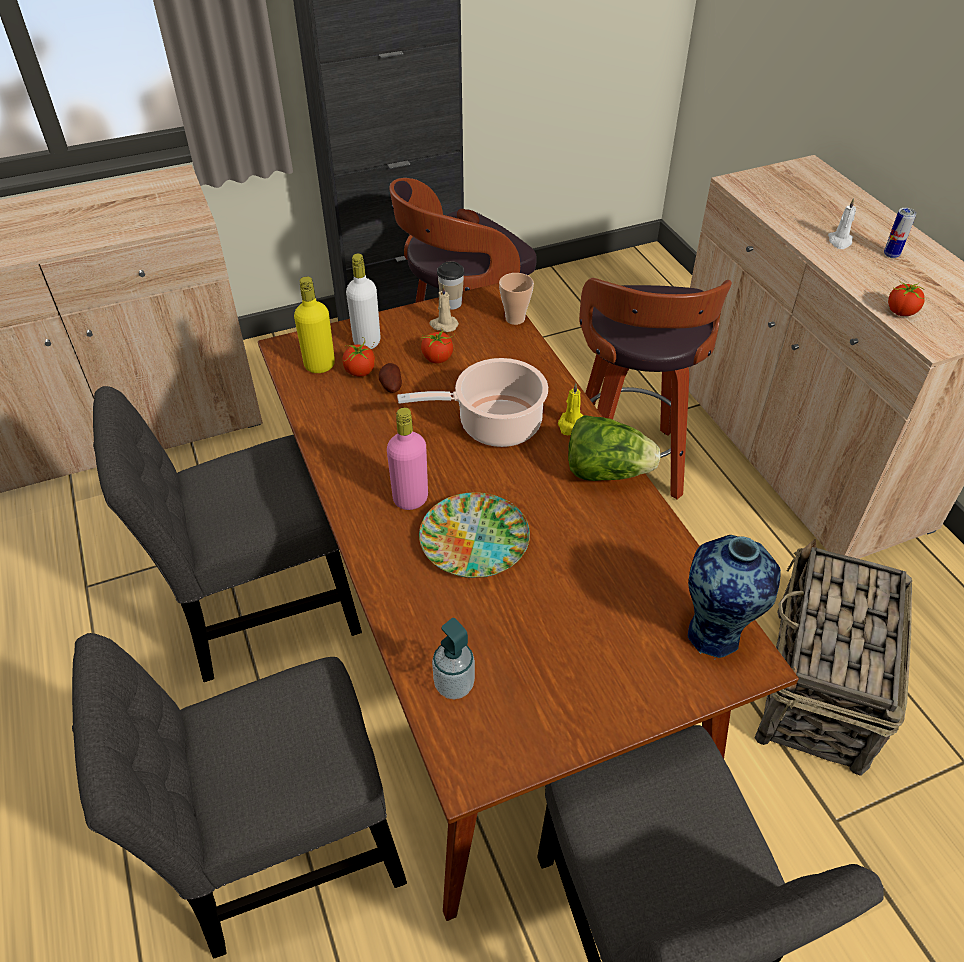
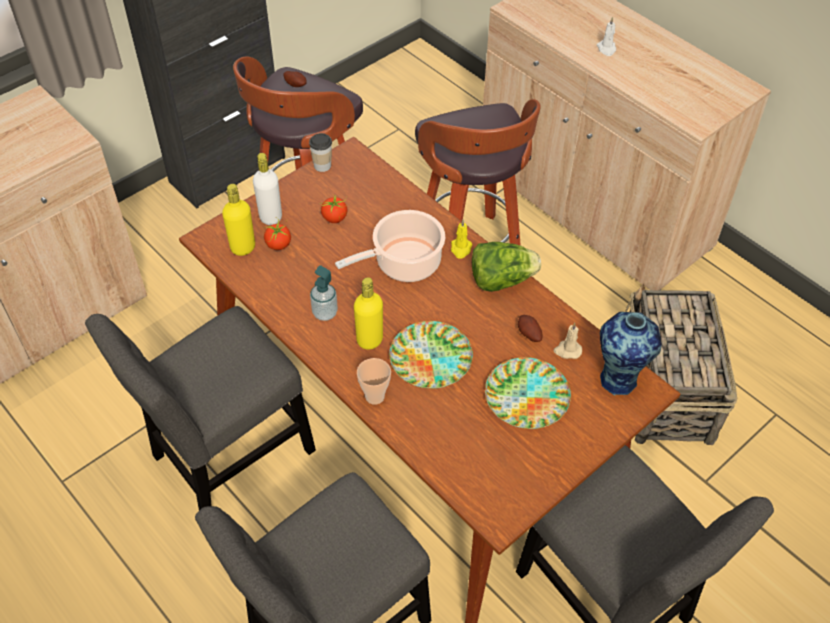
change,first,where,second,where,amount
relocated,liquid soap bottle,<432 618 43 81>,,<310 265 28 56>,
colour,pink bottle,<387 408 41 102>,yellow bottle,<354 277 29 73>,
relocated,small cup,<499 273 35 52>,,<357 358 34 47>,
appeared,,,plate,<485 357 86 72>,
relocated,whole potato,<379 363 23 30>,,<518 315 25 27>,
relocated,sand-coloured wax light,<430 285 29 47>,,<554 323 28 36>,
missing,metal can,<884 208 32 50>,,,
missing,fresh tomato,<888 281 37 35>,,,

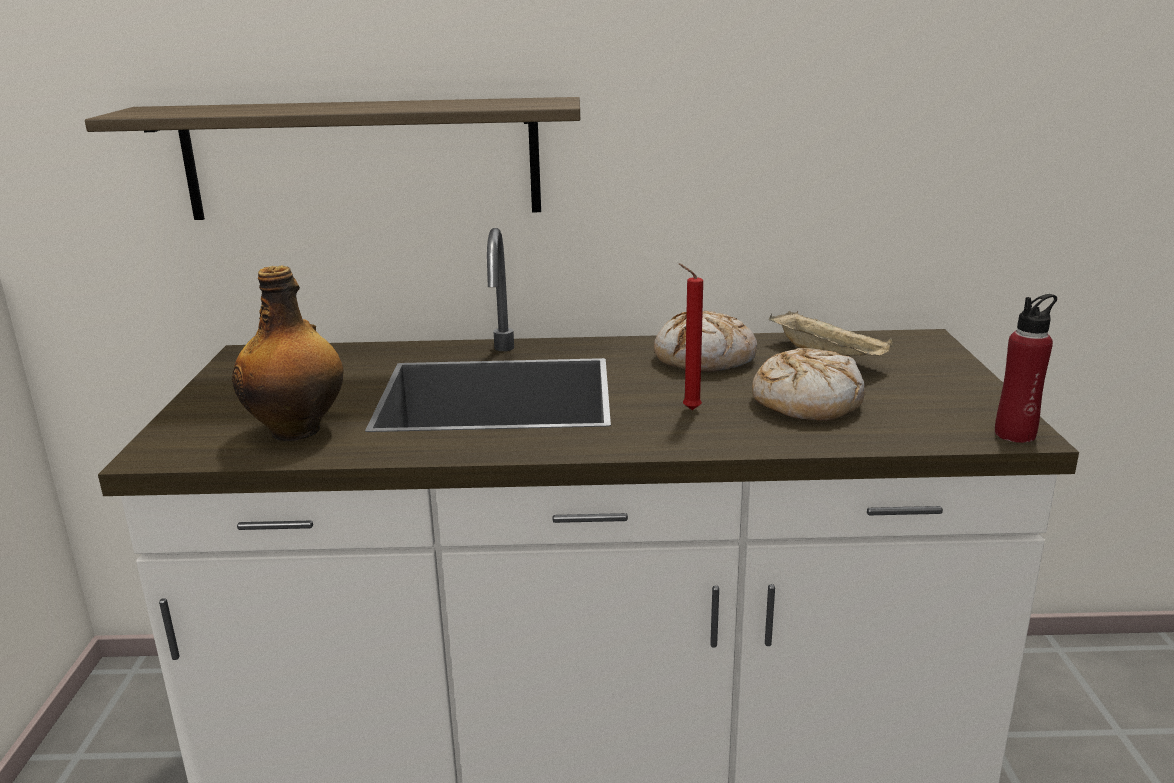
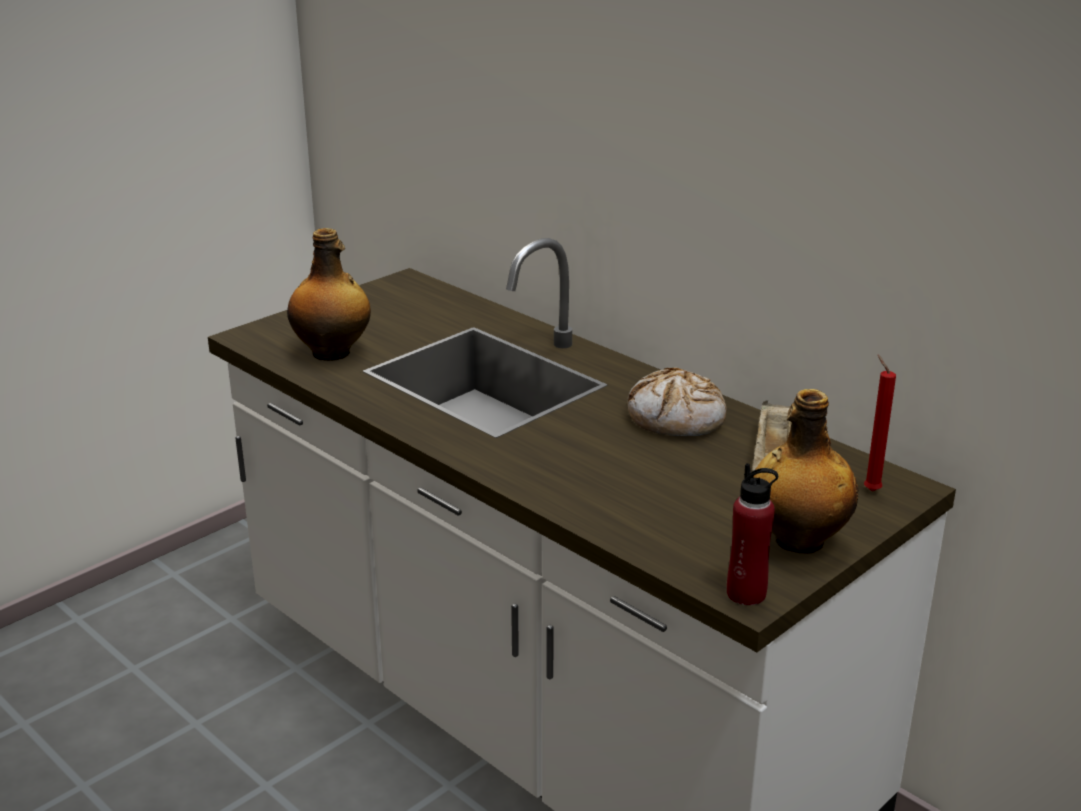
change,first,where,second,where,amount
appeared,,,bottle,<753 389 106 165>,
relocated,reddish wax light,<679 264 24 146>,,<864 355 32 136>,
missing,shelf,<85 97 495 123>,,,
missing,baked bread,<752 348 113 73>,,,

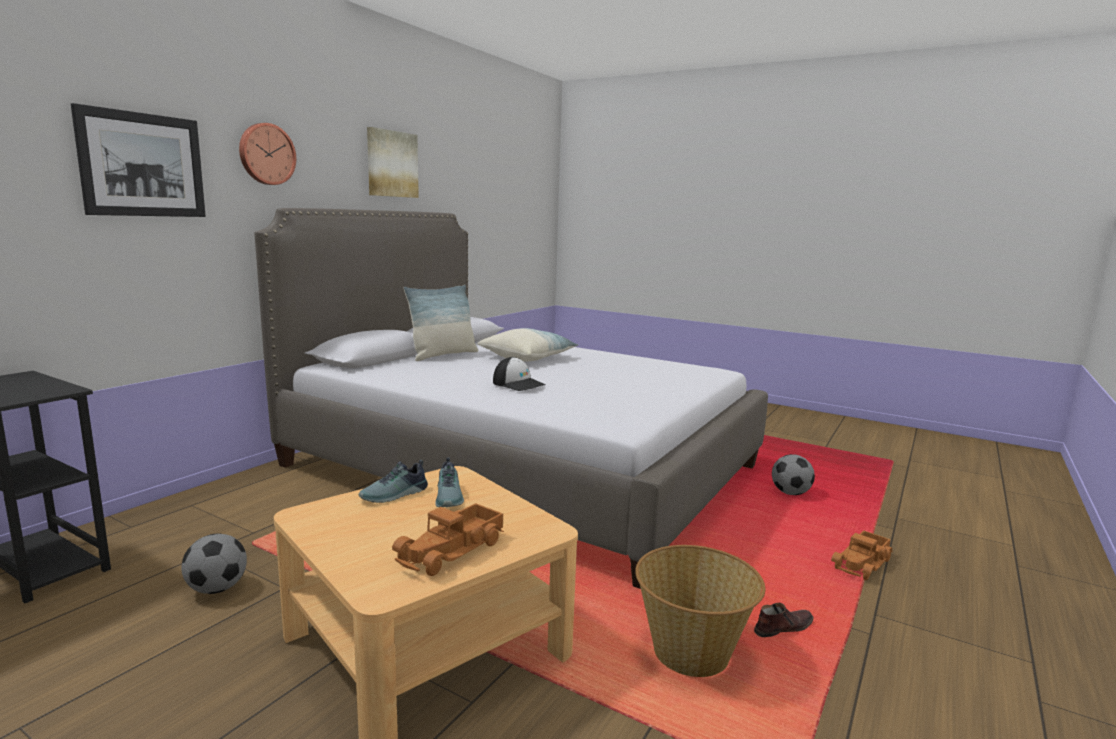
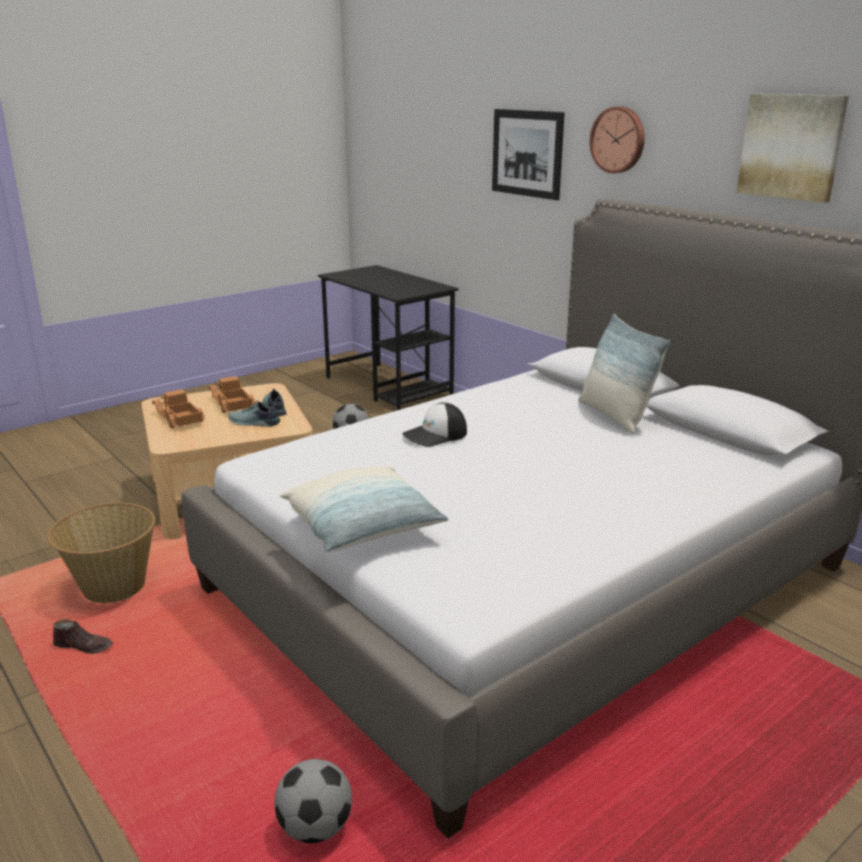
change,first,where,second,where,amount
spun,brownish shoe,<754 602 60 35>,,<53 619 60 35>,75 degrees counterclockwise
relocated,toy truck,<831 530 61 50>,,<209 376 46 37>,
relocated,pillow,<477 328 102 33>,,<280 466 169 86>,

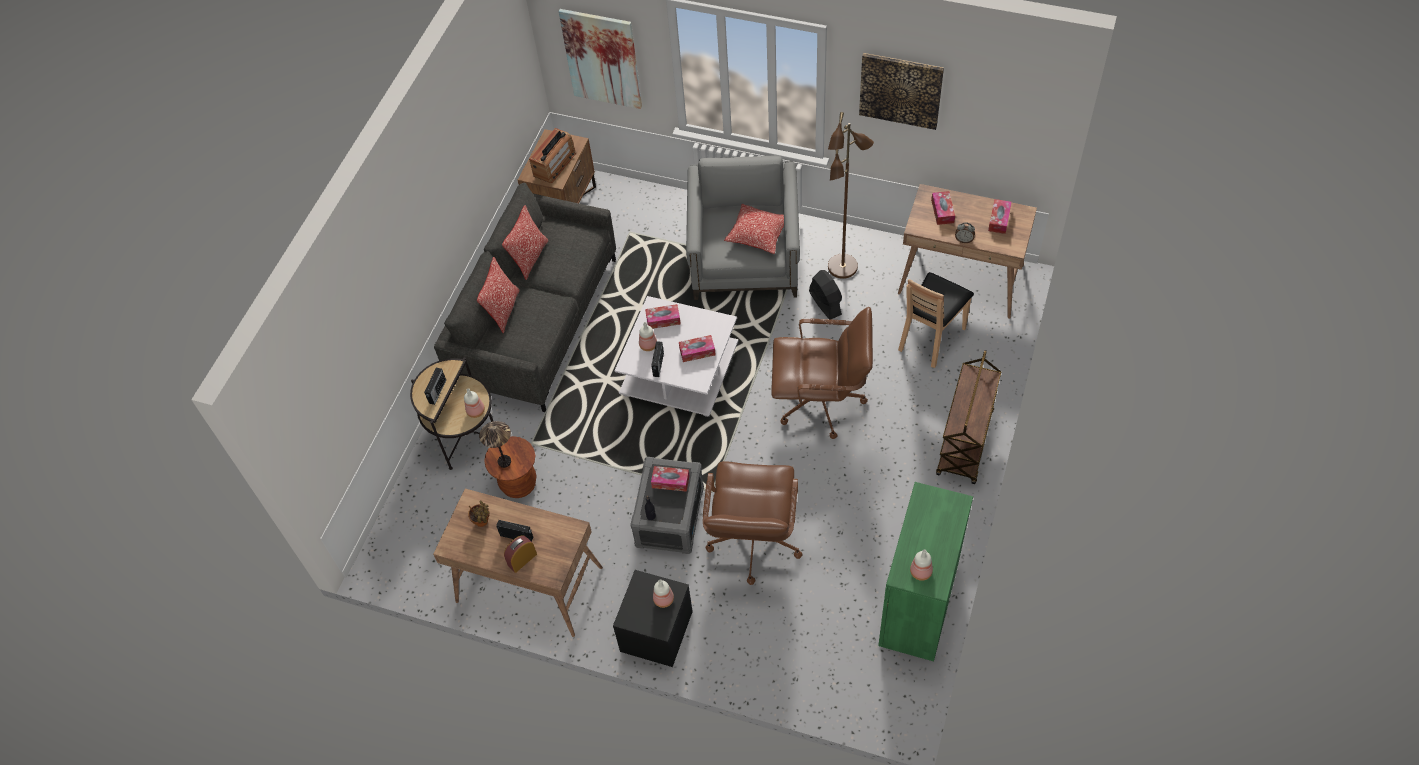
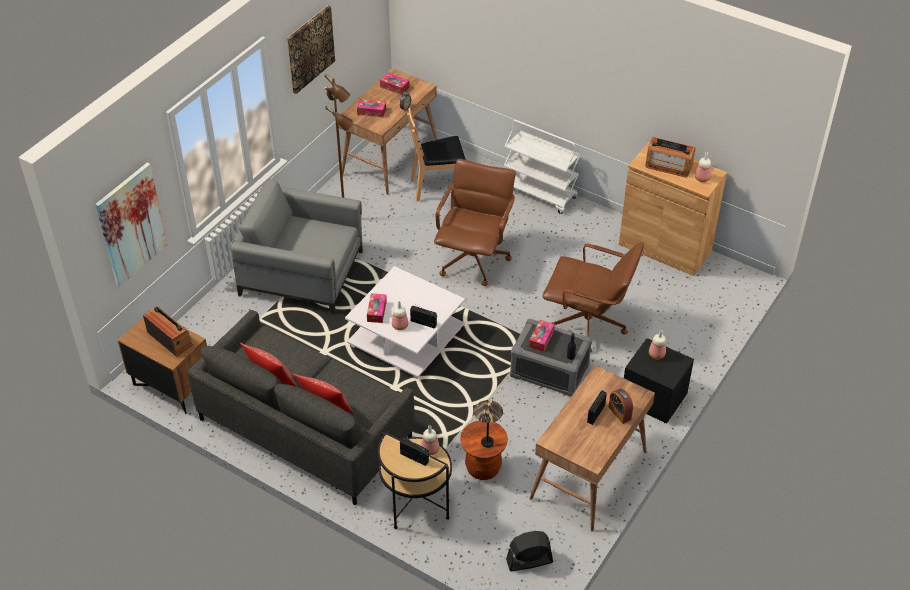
change,first,where,second,where,amount
spun,brownish chair,<898 272 76 96>,,<407 108 59 93>,120 degrees clockwise
colour,brownish cart,<936 350 65 134>,whitish cart,<504 120 76 94>,
relocated,blackish cooling fan,<809 270 33 49>,,<506 531 47 40>,
colour,green storage cabinet,<878 482 95 180>,brownish storage cabinet,<619 142 108 134>,
appeared,,,radio receiver,<645 137 51 41>,
missing,houseplant,<468 500 22 27>,,,
missing,tissue holder,<679 335 37 27>,,,
missing,pillow,<724 204 60 50>,,,

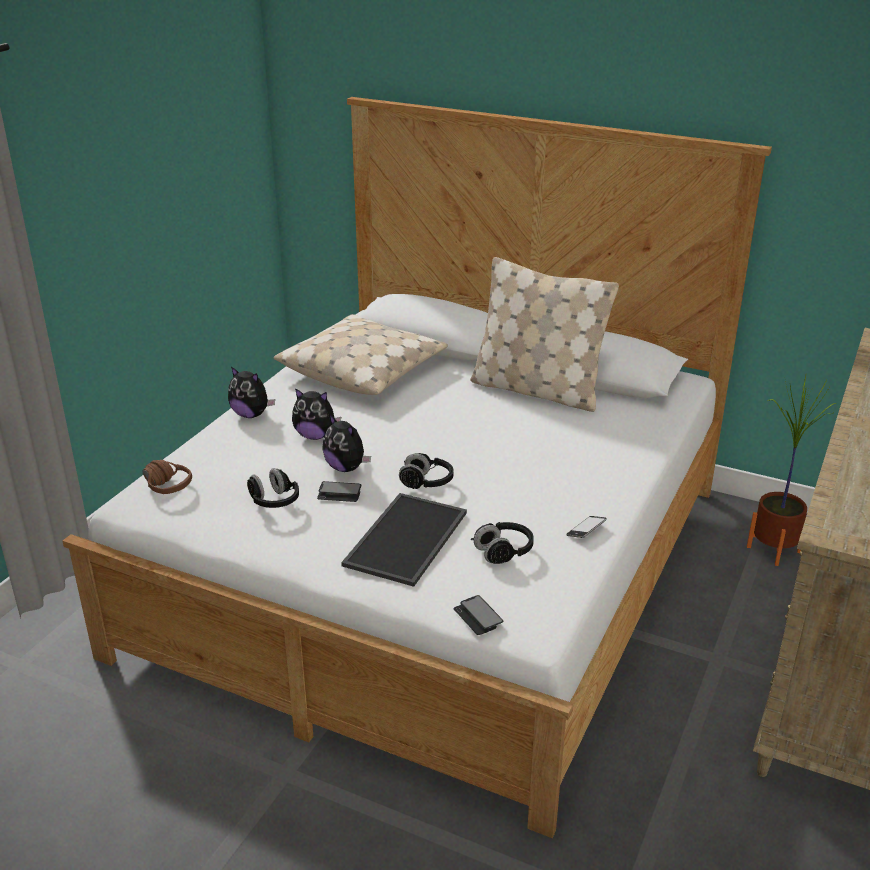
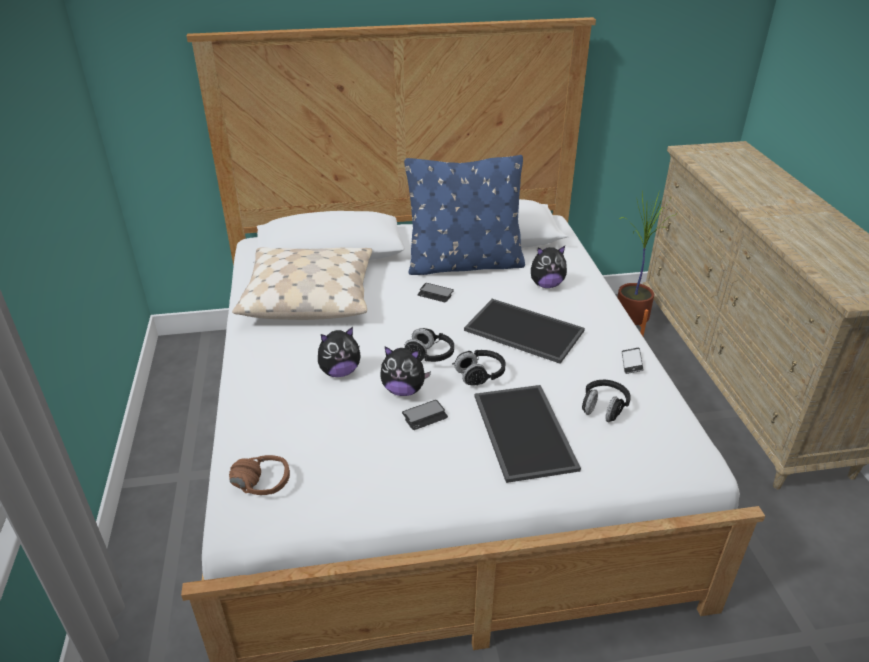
change,first,where,second,where,amount
colour,sand-coloured pillow,<470 257 149 155>,bluish pillow,<404 155 121 120>,
relocated,blackish headset,<247 468 52 40>,,<404 328 50 34>,
relocated,handset,<454 595 49 40>,,<417 283 37 19>,
appeared,,,tray,<464 299 121 65>,
relocated,soft toy,<228 367 47 51>,,<531 246 36 42>,

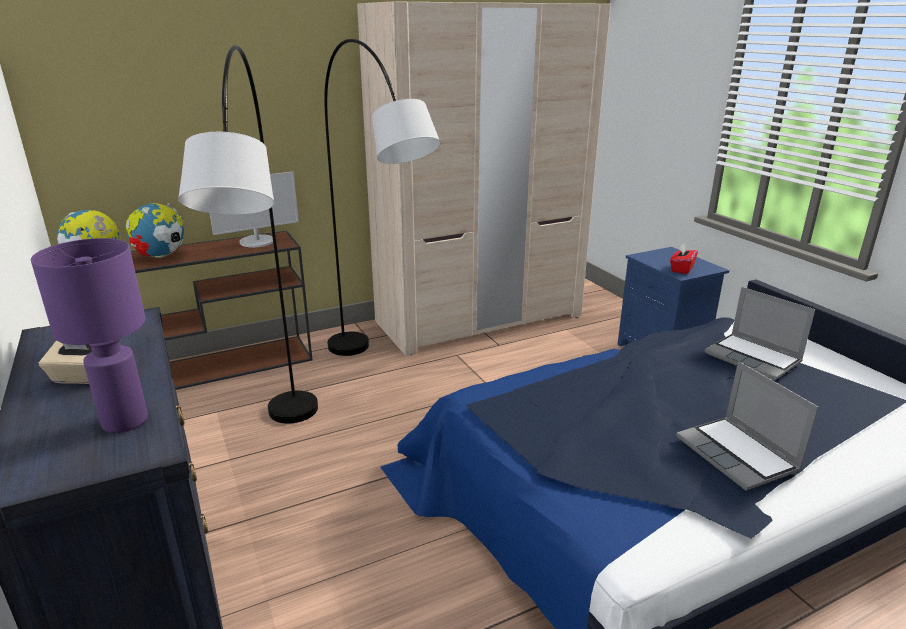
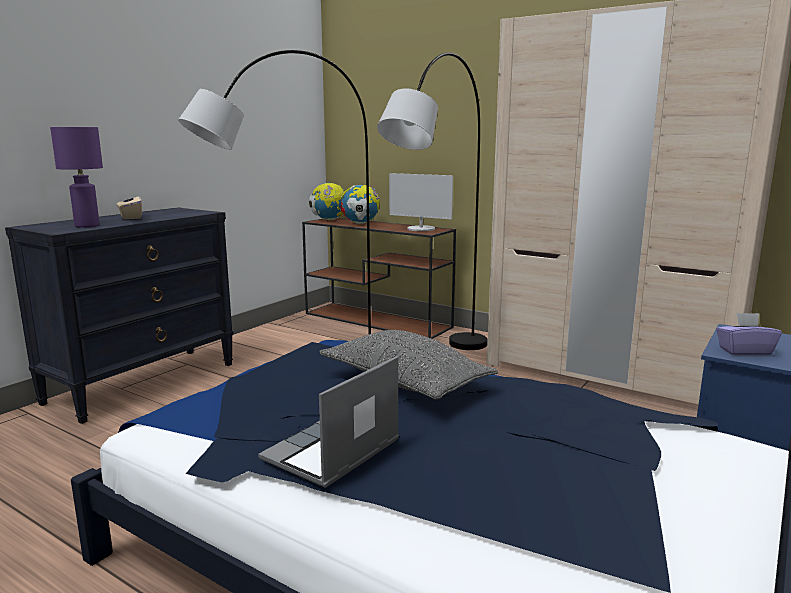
change,first,where,second,where,amount
appeared,,,grey pillow,<319 330 179 70>,
colour,reddish tissue holder,<670 243 28 31>,purplish tissue holder,<716 313 66 42>,
missing,laptop,<705 287 110 93>,,,

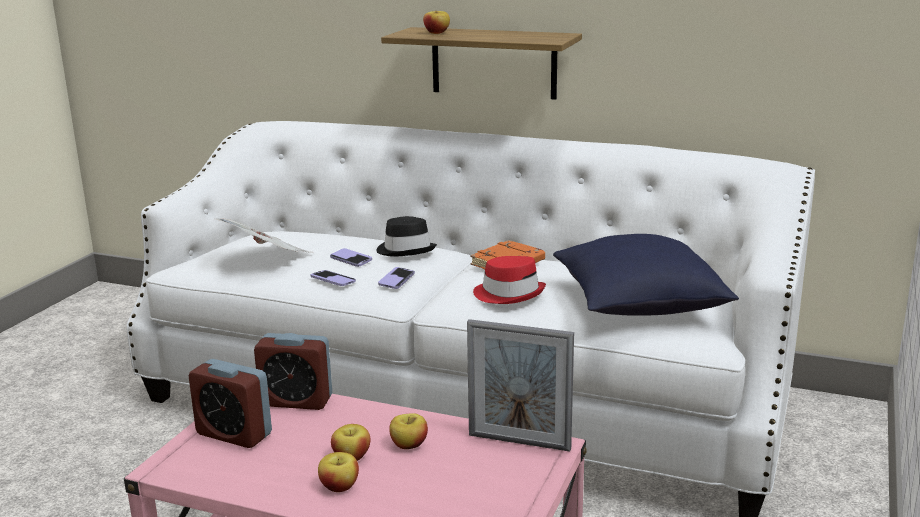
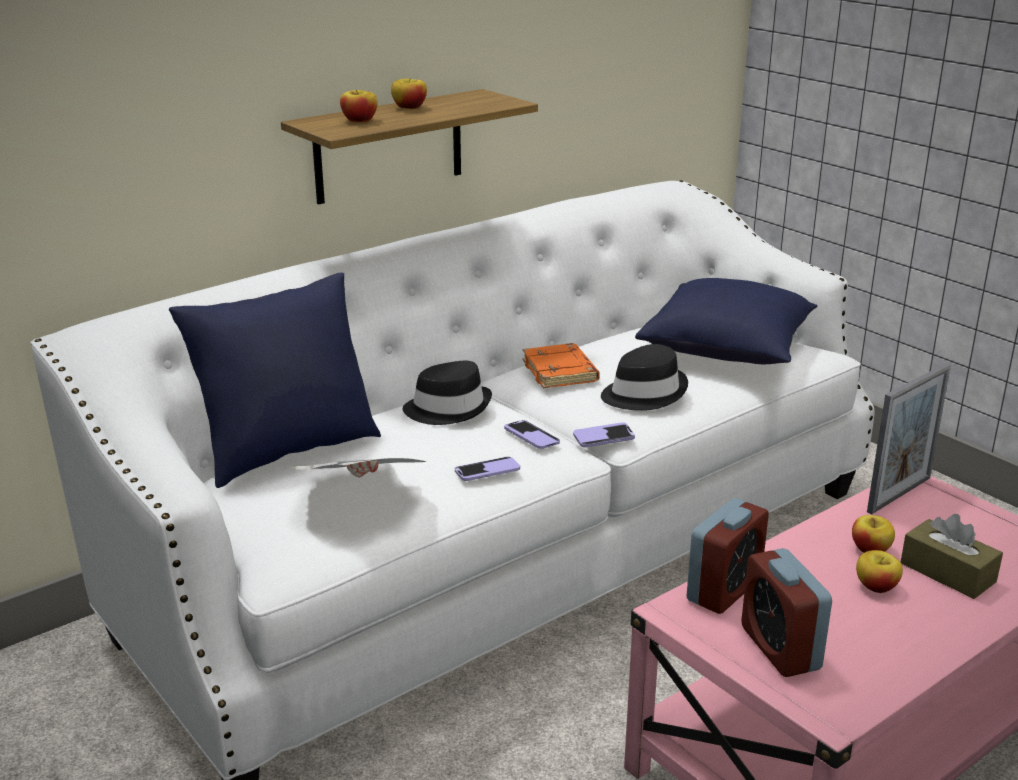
change,first,where,second,where,amount
appeared,,,bluish pillow,<169 272 212 216>,
relocated,apple,<318 452 41 40>,,<391 78 36 31>,
relocated,handset,<330 248 42 19>,,<573 422 62 25>,
colour,reddish wearable hat,<473 256 73 48>,blackish wearable hat,<601 344 87 67>,
spun,bedside clock,<189 359 83 89>,,<741 548 91 129>,105 degrees clockwise
appeared,,,brownish tissue holder,<900 514 103 85>,

